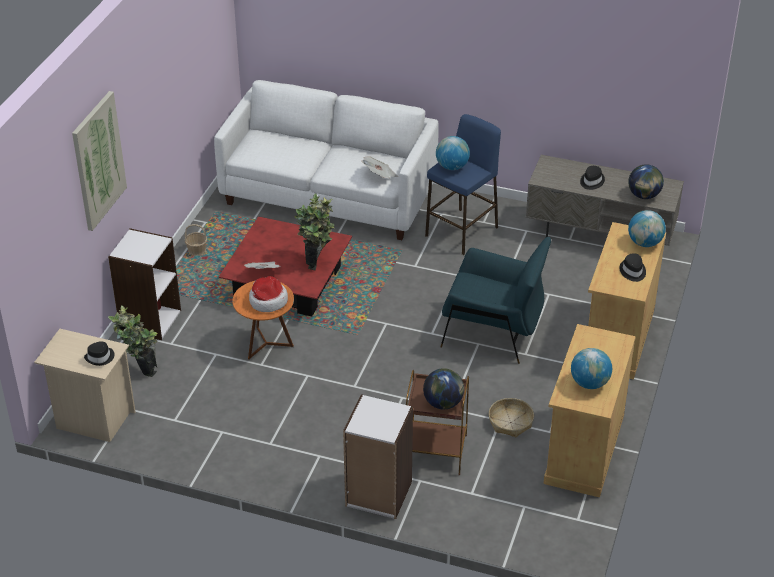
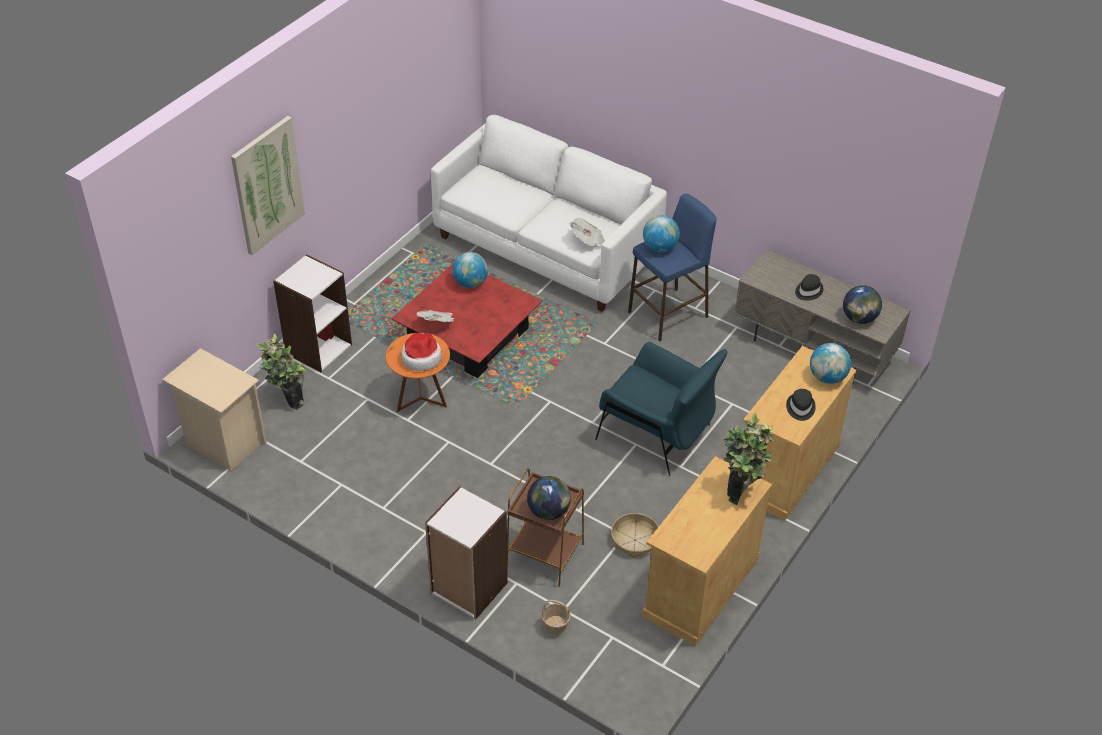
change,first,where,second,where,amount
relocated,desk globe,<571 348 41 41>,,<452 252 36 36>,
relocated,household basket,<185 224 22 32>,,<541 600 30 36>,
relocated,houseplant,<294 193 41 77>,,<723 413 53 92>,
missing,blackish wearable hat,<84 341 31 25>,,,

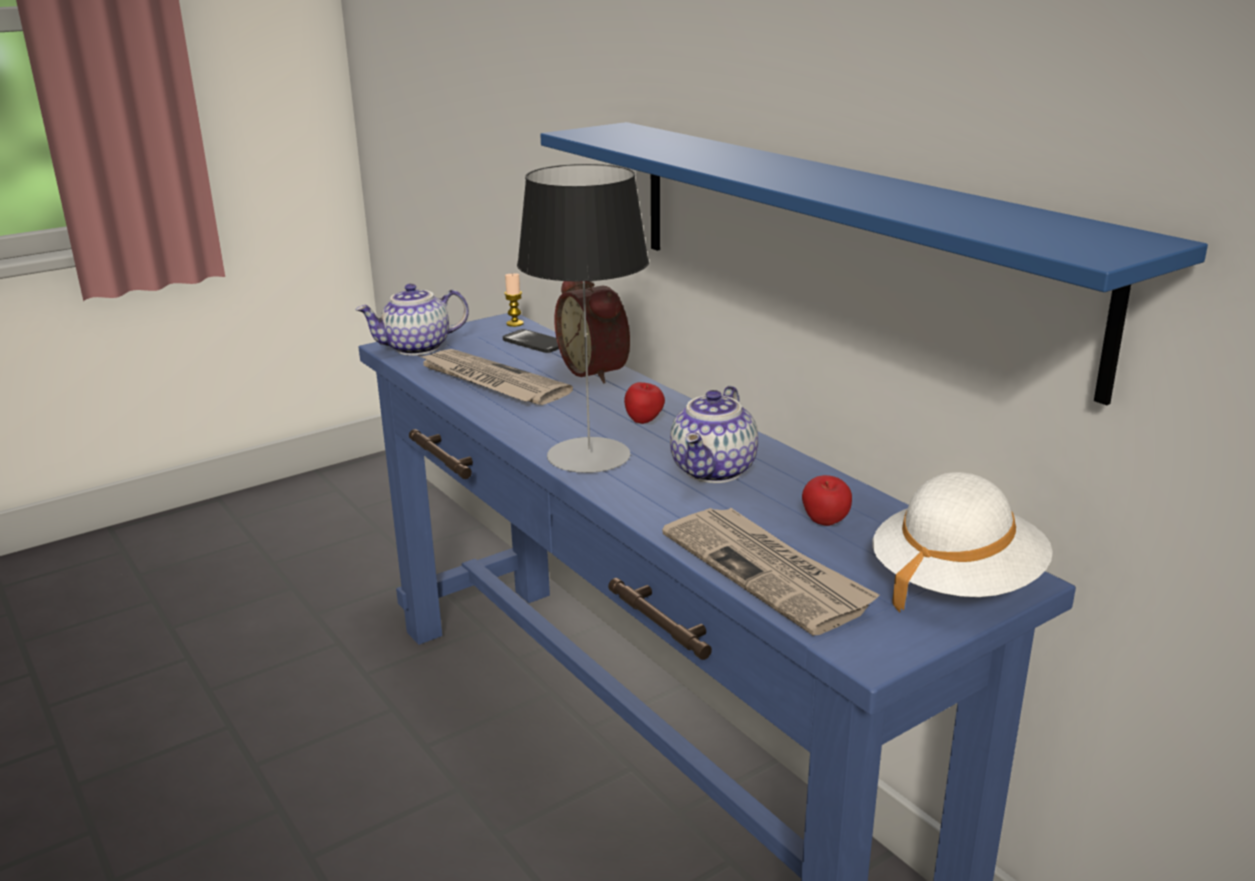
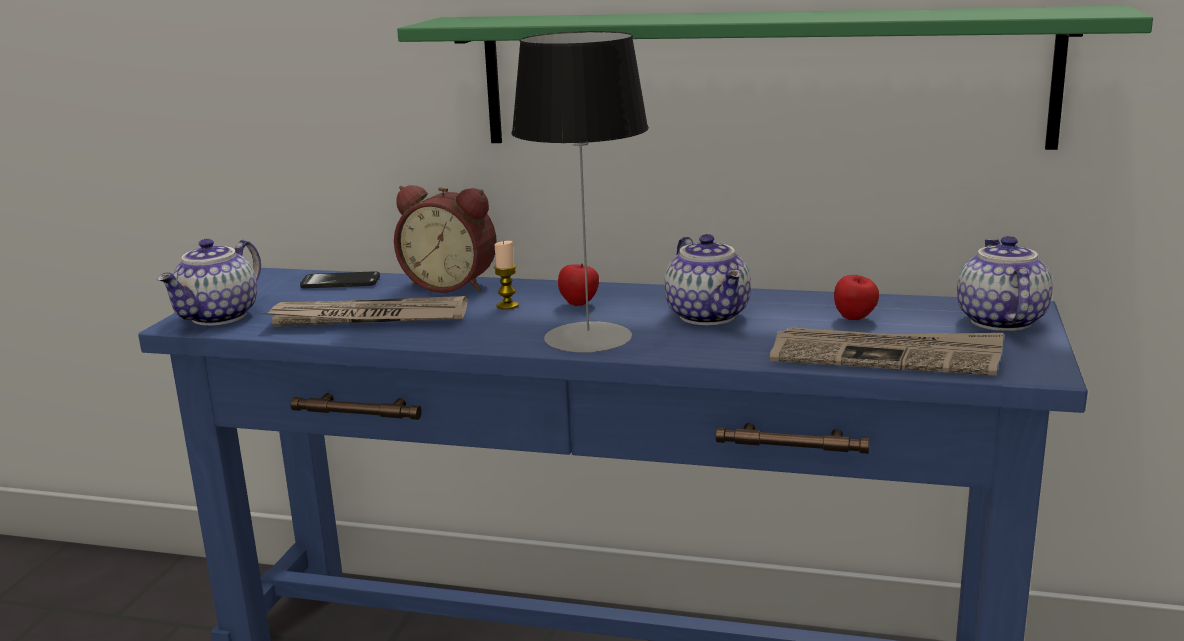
change,first,where,second,where,amount
colour,bluish shelf,<540 122 668 283>,green shelf,<397 6 756 144>,
relocated,wax light,<504 273 20 54>,,<494 241 25 69>,
exchanged,whitish wearable hat,<872 472 181 141>,teapot,<957 236 96 95>,

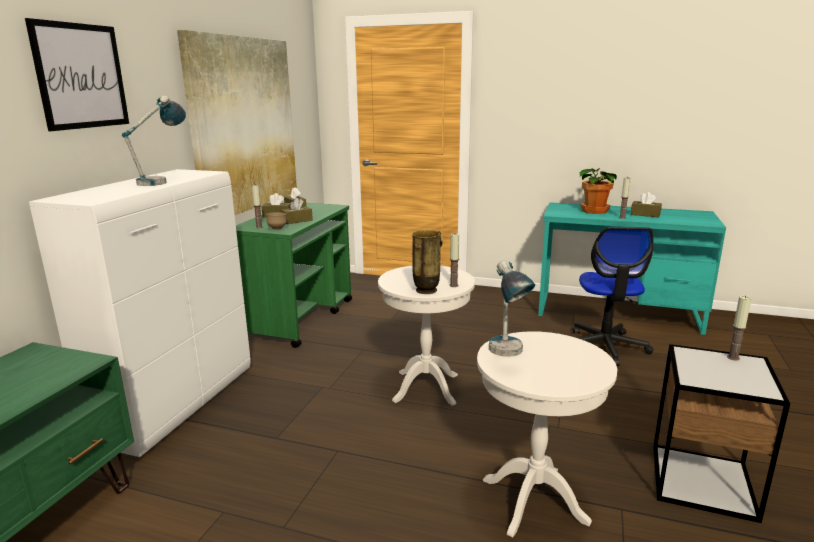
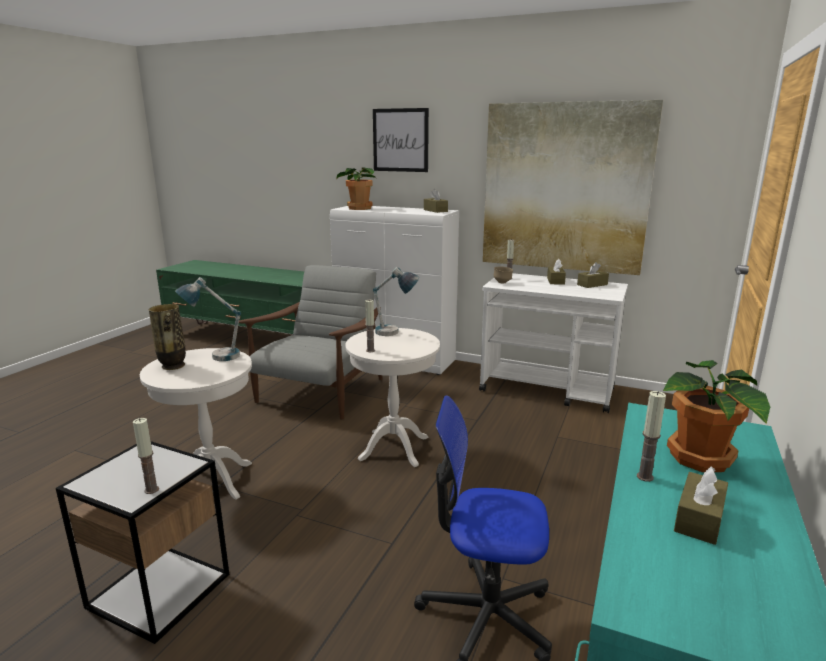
change,first,where,second,where,amount
relocated,decorative vase,<412 230 31 64>,,<149 304 37 66>,
appeared,,,grey easy chair,<239 265 144 155>,
appeared,,,houseplant,<336 167 40 43>,
relocated,tabletop lamp,<122 95 64 91>,,<373 267 47 69>,
relocated,brownish tissue holder,<281 198 32 26>,,<424 189 24 24>,
colour,green cart,<236 203 116 145>,whitish cart,<479 273 149 140>,

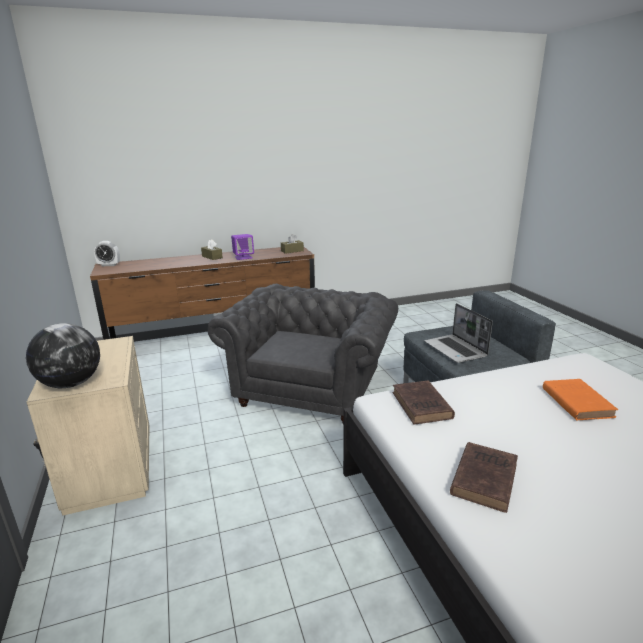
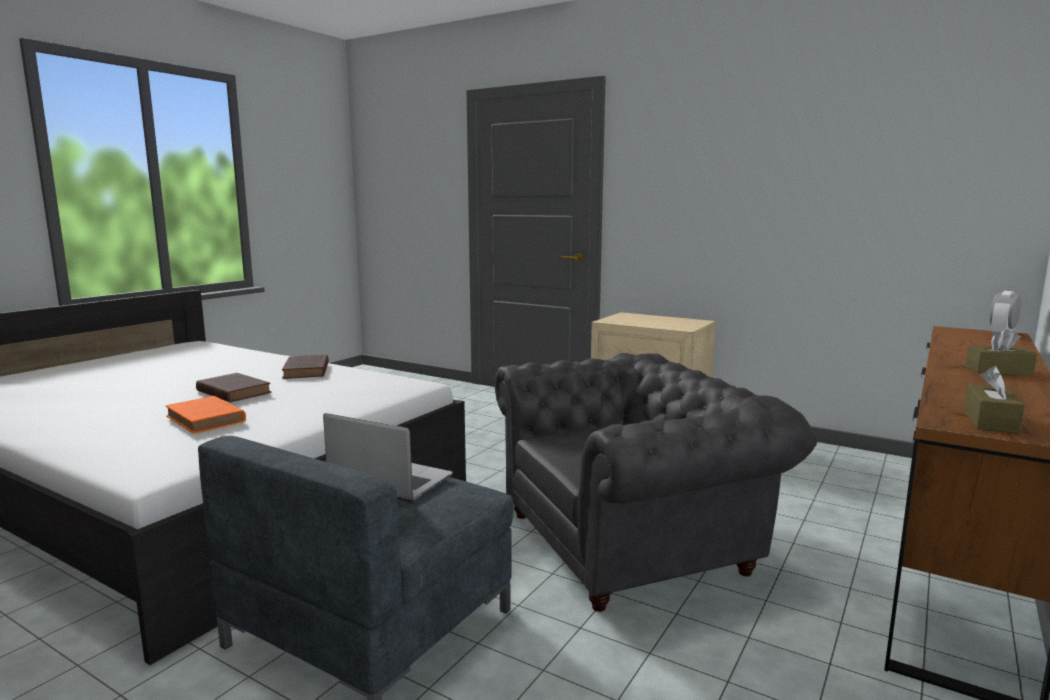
change,first,where,second,where,amount
relocated,brownish bound book,<392 380 63 44>,,<196 373 75 29>,
spun,grey easy chair,<208 284 190 141>,,<495 353 322 259>,90 degrees counterclockwise
missing,desk globe,<26 323 74 65>,,,
missing,purplish speaker,<231 234 23 26>,,,

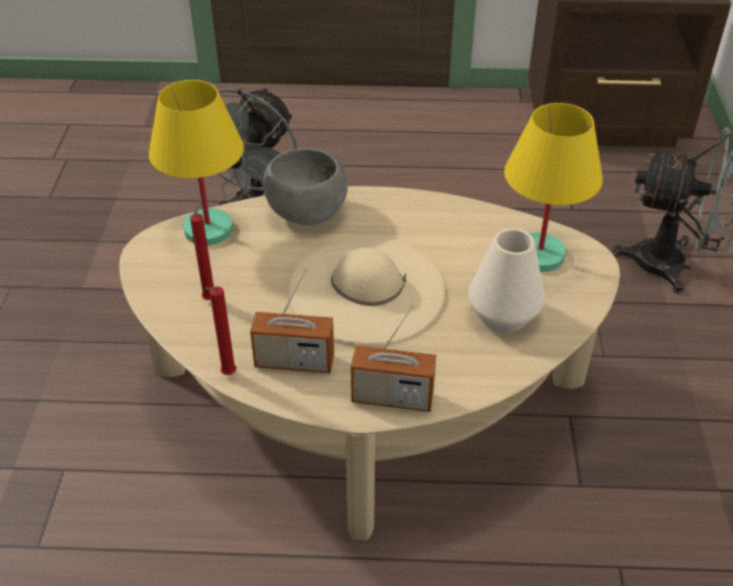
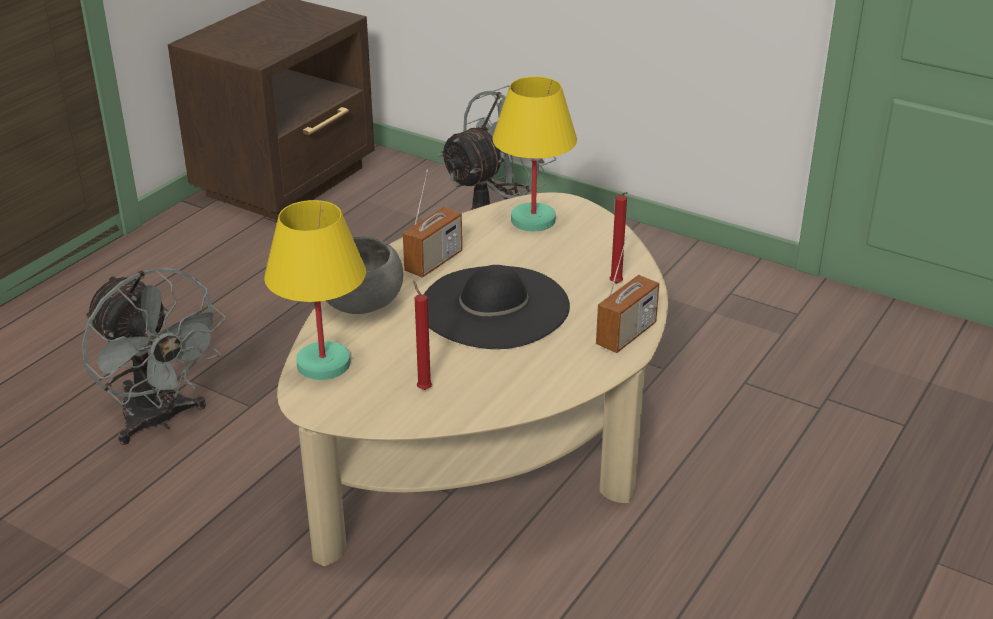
change,first,where,second,where,amount
relocated,radio receiver,<250 268 84 105>,,<403 169 59 109>,
colour,sand-coloured wearable hat,<289 238 157 106>,blackish wearable hat,<424 265 146 84>,
relocated,reddish wax light,<205 286 31 89>,,<610 192 18 92>,
missing,whitish decorative vase,<468 228 77 105>,,,

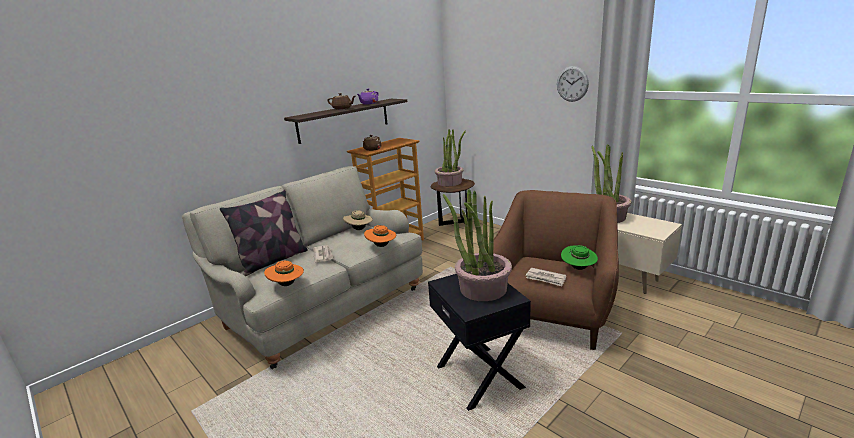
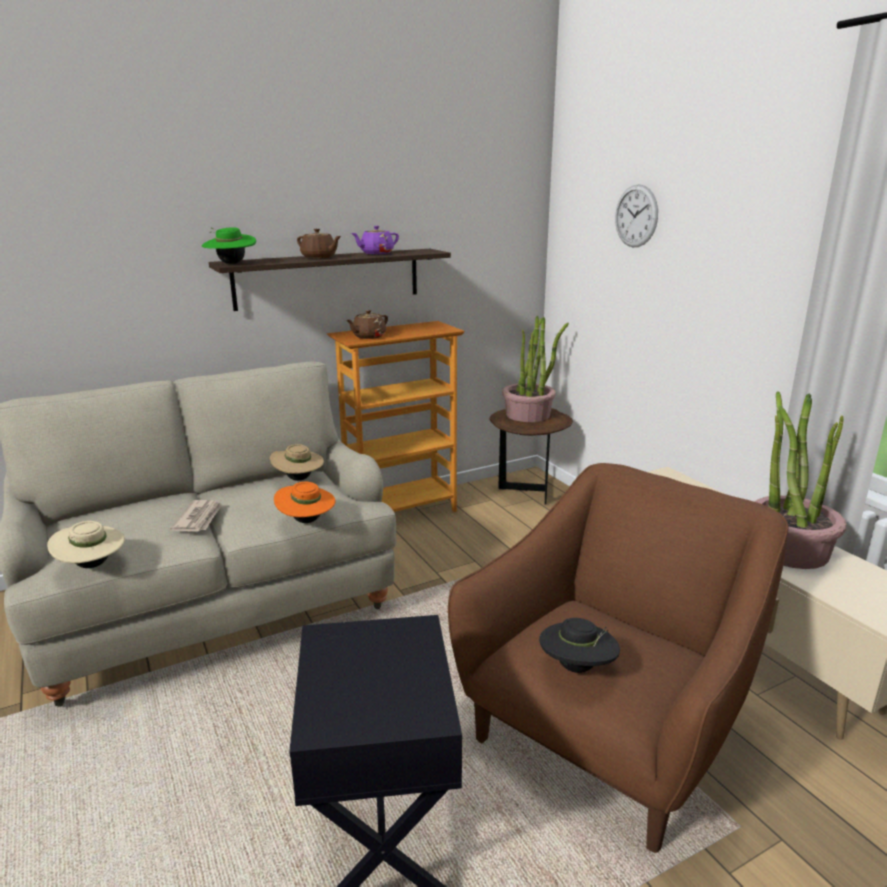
change,first,where,second,where,amount
colour,orange-coloured wearable hat,<264 261 40 25>,sand-coloured wearable hat,<47 521 78 47>,
relocated,green wearable hat,<561 245 37 25>,,<202 227 54 37>,
exchanged,printed paper,<526 268 40 18>,blackish wearable hat,<539 618 81 55>,
relocated,wall clock,<557 66 32 36>,,<615 184 43 63>,
missing,pillow,<220 190 88 86>,,,
missing,houseplant,<443 189 69 112>,,,

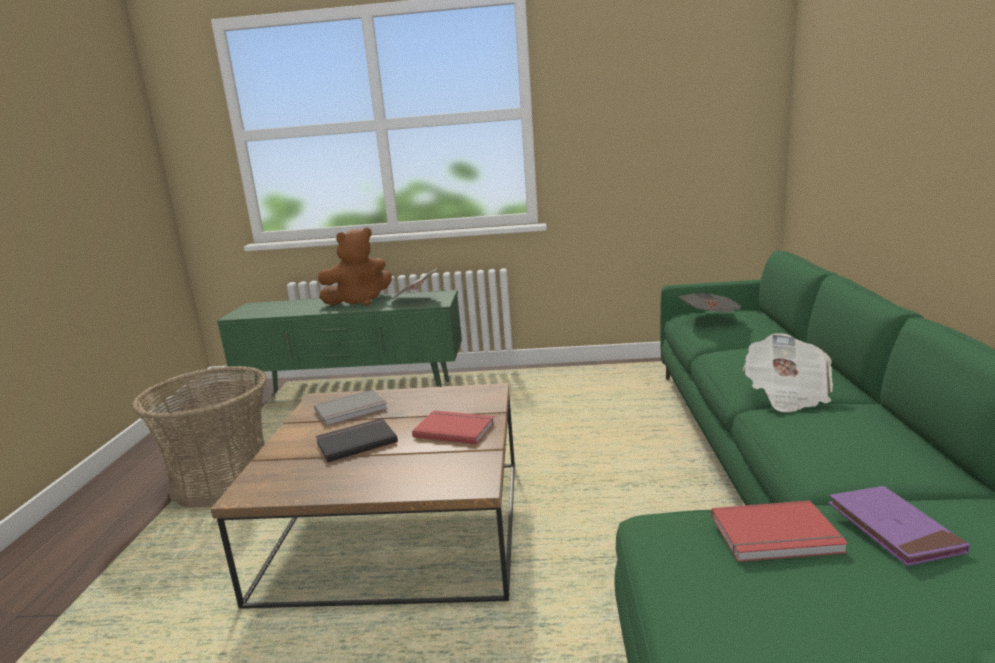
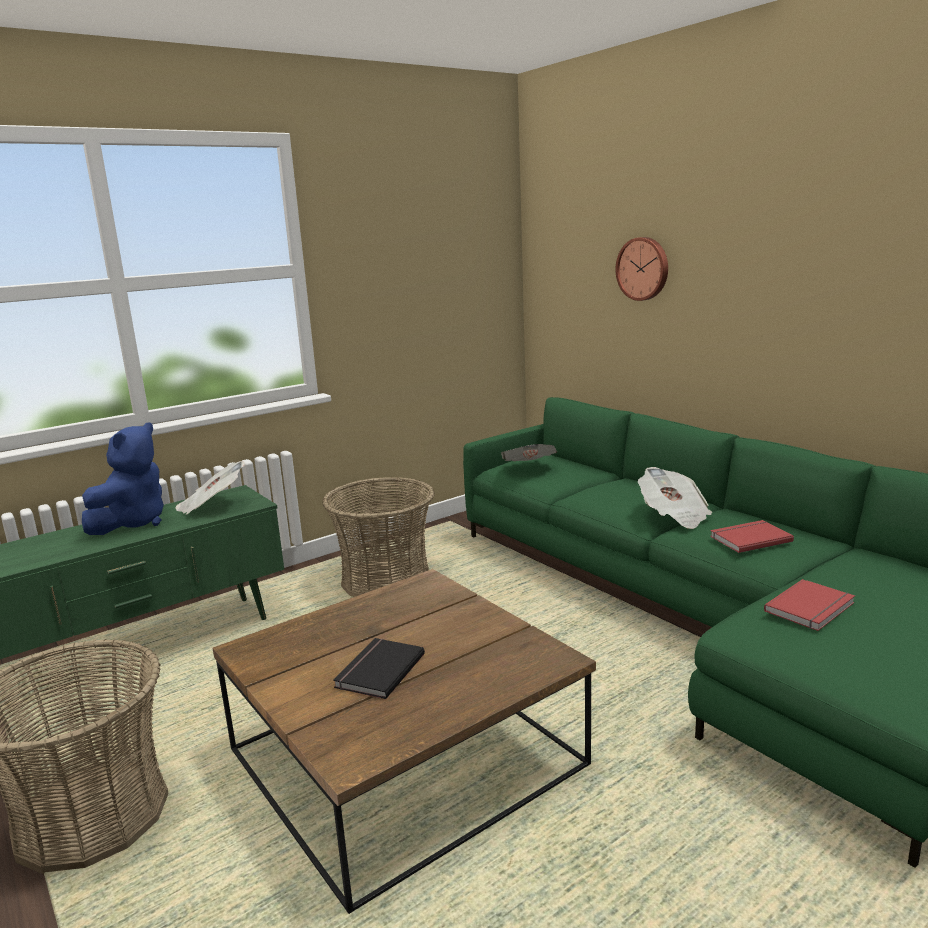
change,first,where,second,where,amount
colour,brownish soft toy,<318 228 74 78>,bluish soft toy,<82 422 82 113>,
appeared,,,household basket,<322 477 113 120>,
appeared,,,wall clock,<616 237 52 64>,
relocated,reddish bound book,<412 410 83 35>,,<710 520 84 33>,
missing,grey bound book,<314 390 74 36>,,,
missing,purplish bound book,<828 486 142 80>,,,

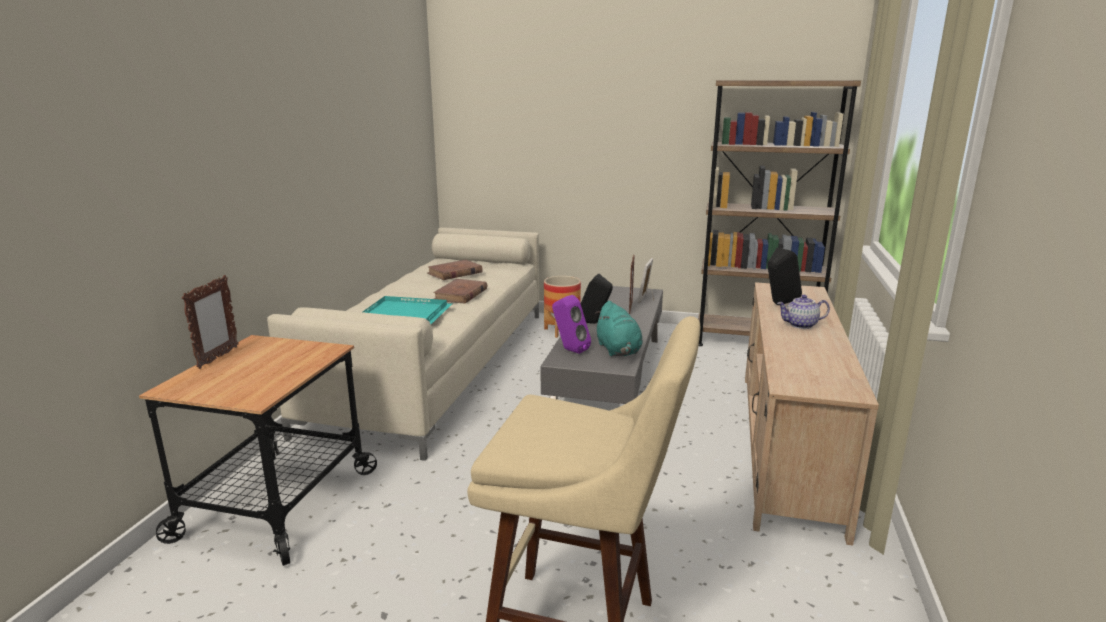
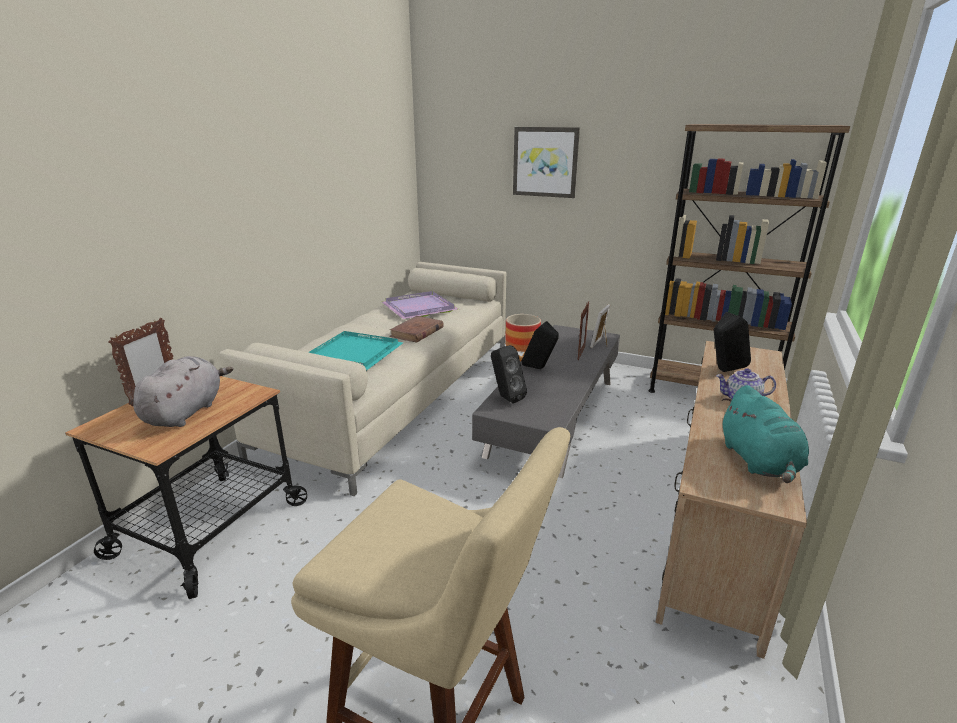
change,first,where,second,where,amount
appeared,,,grey soft toy,<133 356 100 71>,
exchanged,brownish bound book,<427 259 56 21>,purplish tray,<382 291 77 28>,
colour,purplish speaker,<552 295 39 59>,blackish speaker,<491 345 36 58>,
appeared,,,picture,<513 127 67 71>,
relocated,turquoise soft toy,<595 301 47 55>,,<722 385 87 98>,

